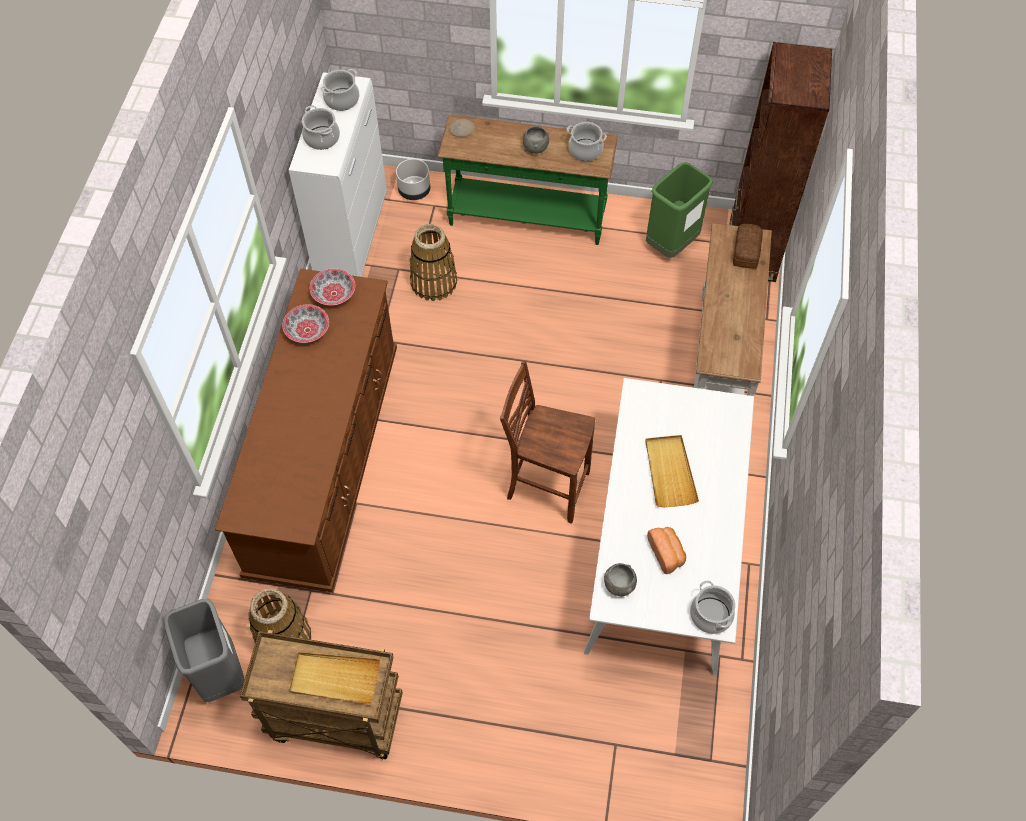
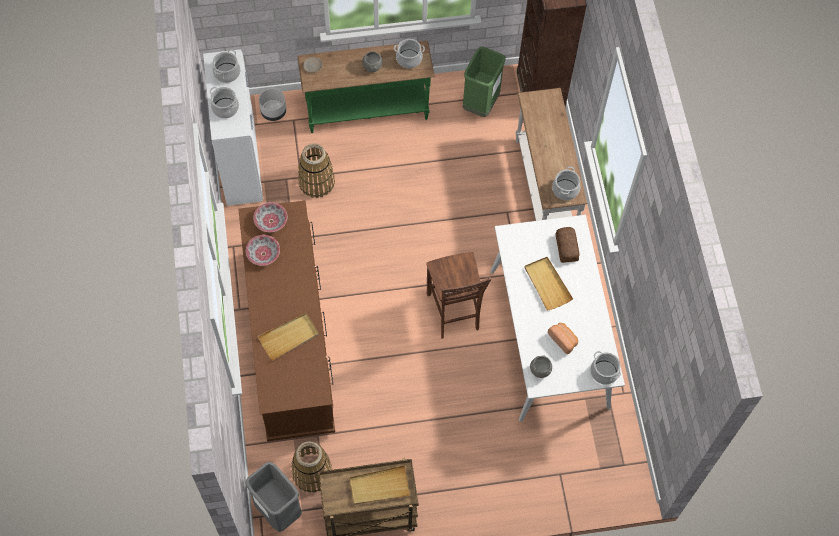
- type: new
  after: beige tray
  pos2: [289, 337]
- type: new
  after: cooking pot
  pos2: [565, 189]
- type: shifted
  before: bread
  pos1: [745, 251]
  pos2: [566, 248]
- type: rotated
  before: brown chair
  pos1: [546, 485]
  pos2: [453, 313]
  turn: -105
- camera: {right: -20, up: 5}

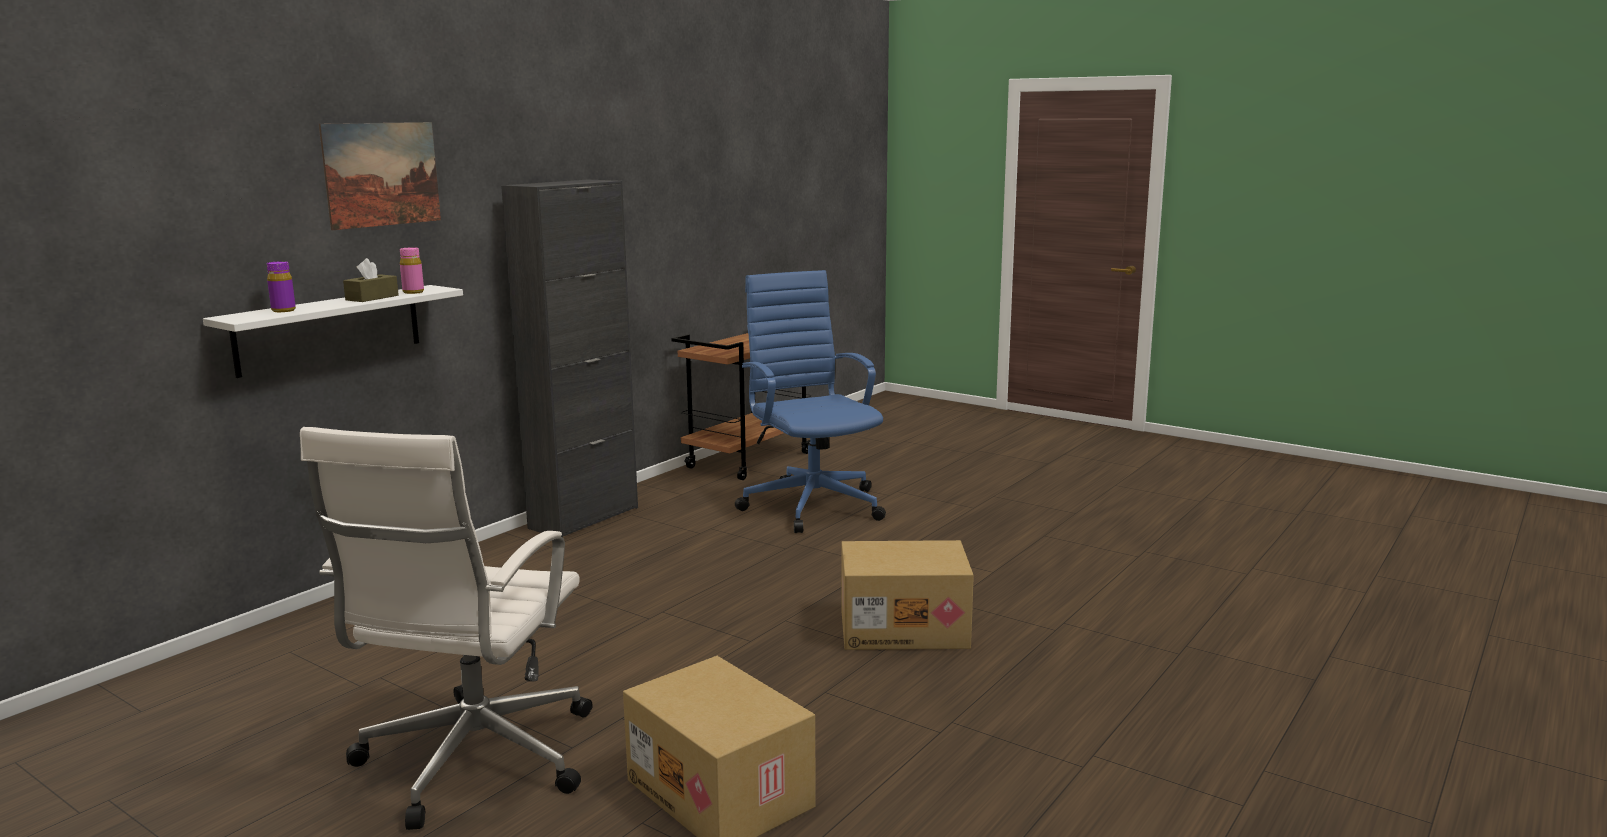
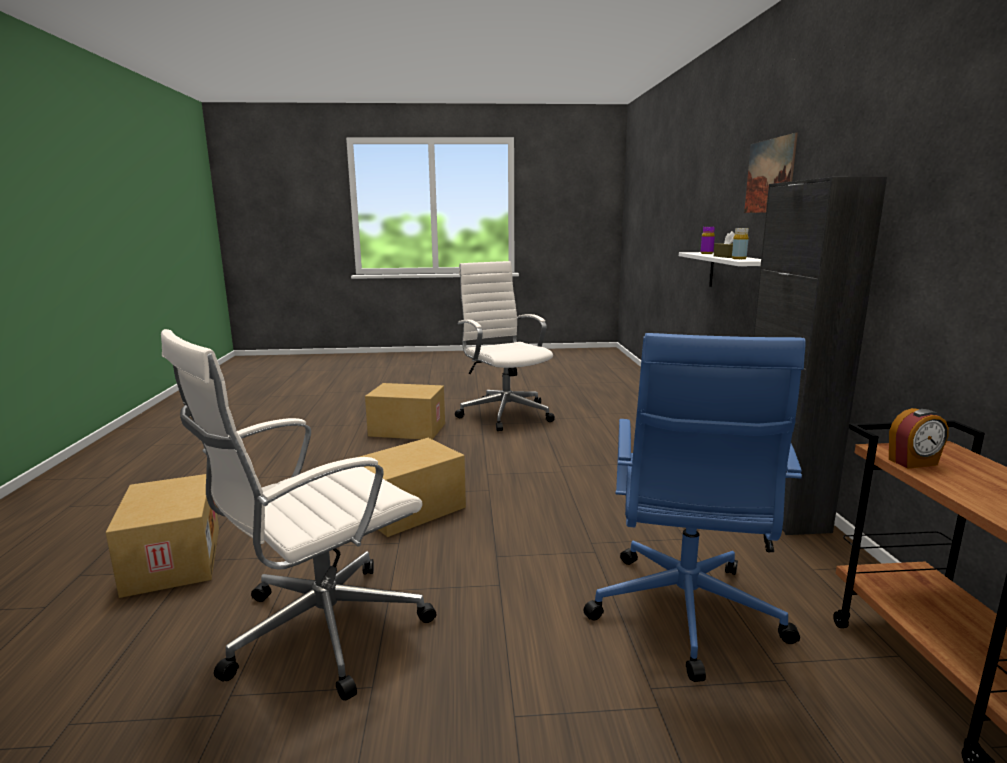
- type: new
  after: cardboard box
  pos2: [171, 560]
- type: new
  after: white office chair
  pos2: [319, 631]
- type: new
  after: alarm clock
  pos2: [913, 462]
- type: repainted
  before: pink bottle
  after: yellow bottle
  pos1: [413, 292]
  pos2: [739, 258]
- type: rotated
  before: blue office chair
  pos1: [812, 505]
  pos2: [684, 615]
  turn: 75
- camera: {right: 140, up: 0}

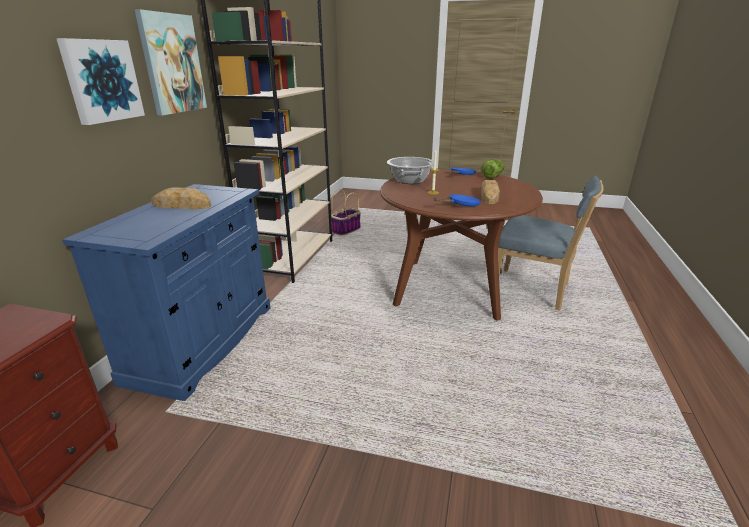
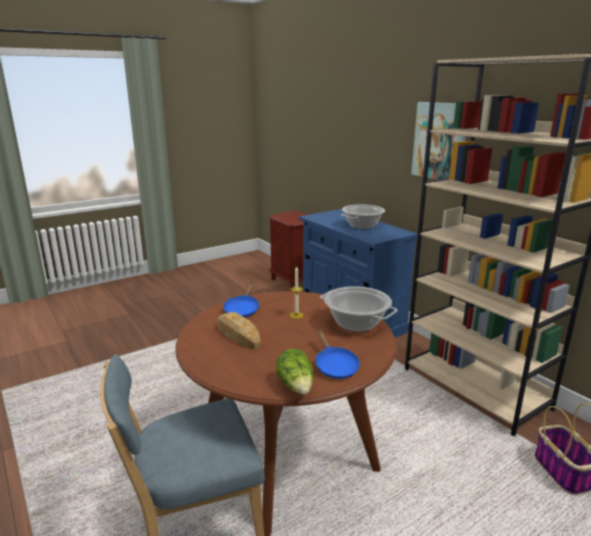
- type: gone
  before: picture
  pos1: [101, 81]
- type: swapped
  before: bread
  after: cooking pot
  pos1: [182, 205]
  pos2: [362, 226]
- camera: {right: 130, up: -5}

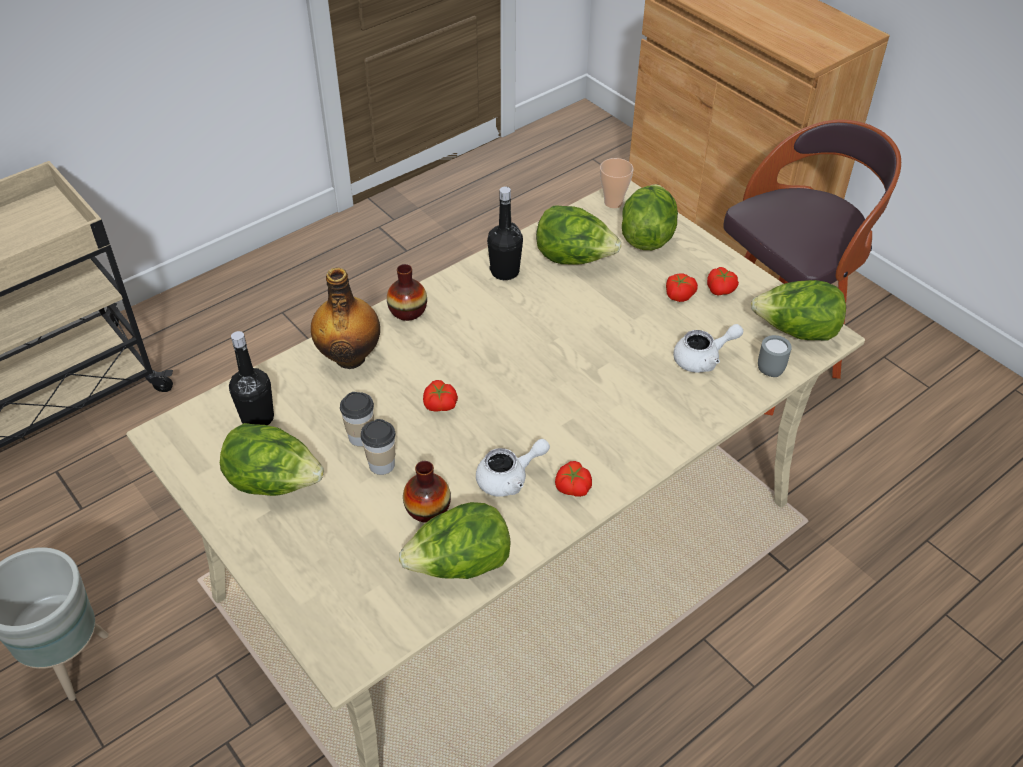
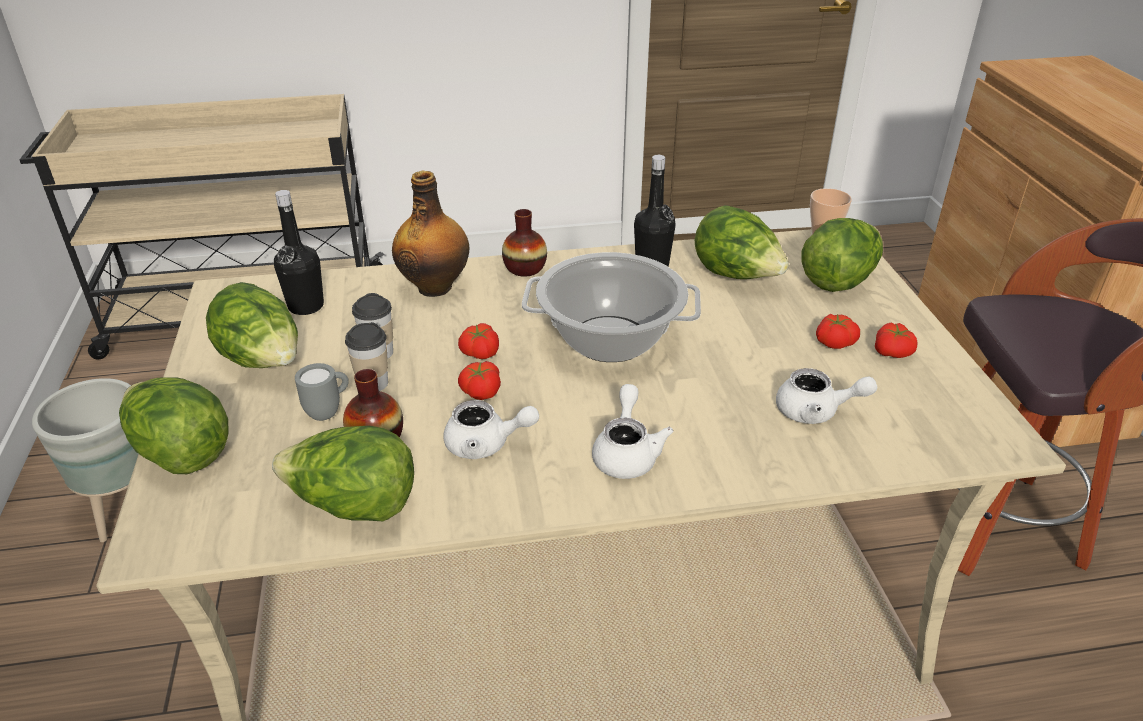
- type: new
  after: cooking pot
  pos2: [611, 339]
- type: new
  after: white teapot
  pos2: [627, 453]
- type: shifted
  before: tomato
  pos1: [572, 487]
  pos2: [480, 392]
- type: shifted
  before: lettuce
  pos1: [795, 332]
  pos2: [181, 453]
- type: shifted
  before: grey mug
  pos1: [771, 368]
  pos2: [328, 411]
- camera: {right: 30, up: -10}

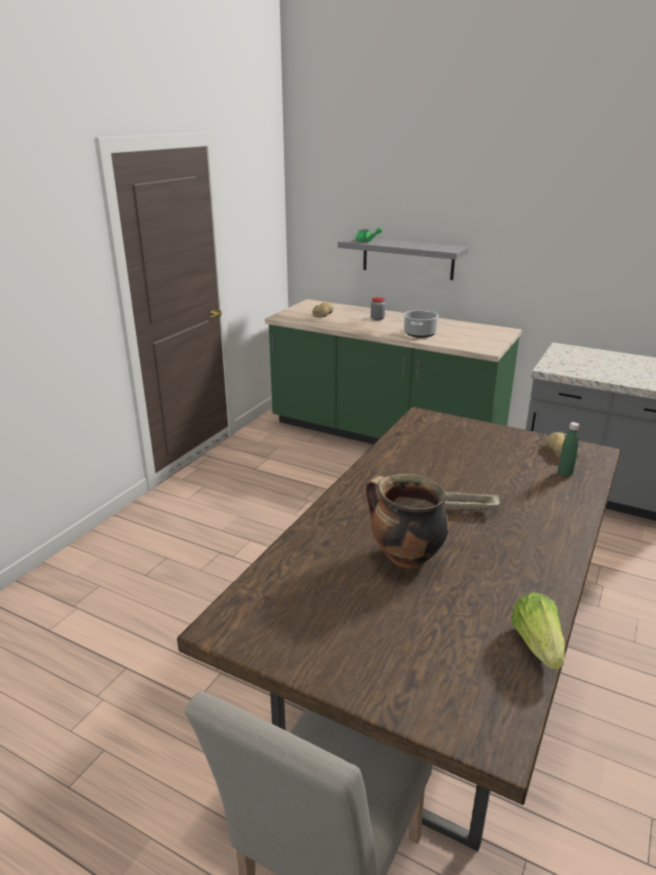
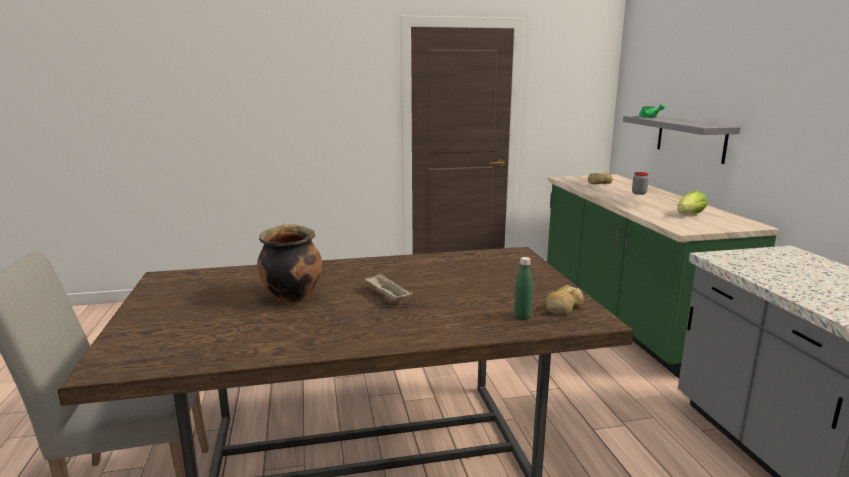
- type: gone
  before: cooking pot
  pos1: [419, 333]
- type: shifted
  before: lettuce
  pos1: [537, 645]
  pos2: [689, 215]
- camera: {right: 50, up: -10}

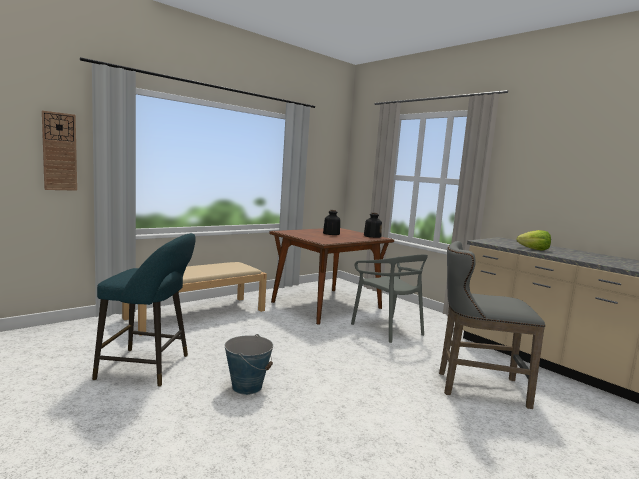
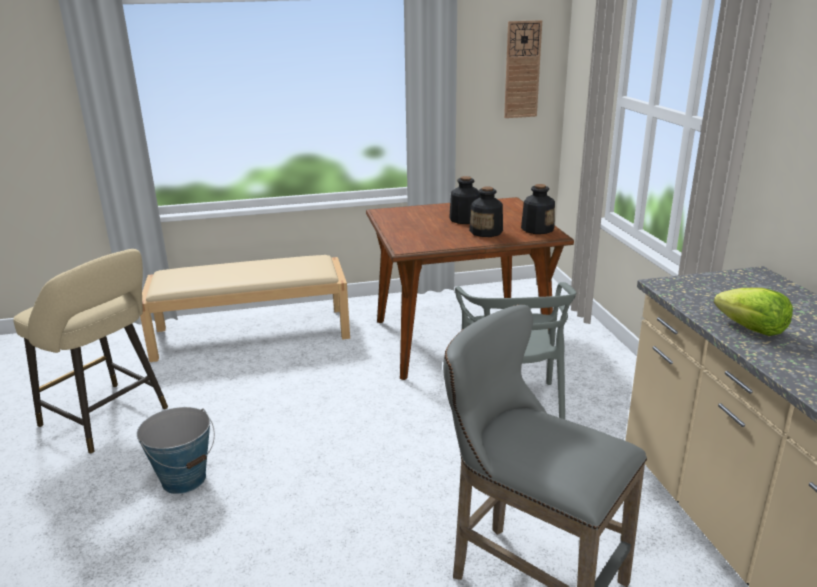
- type: new
  after: bottle
  pos2: [486, 232]
- type: shifted
  before: wall clock
  pos1: [59, 151]
  pos2: [522, 70]
- type: repainted
  before: turquoise stool
  after: beige stool
  pos1: [148, 368]
  pos2: [108, 419]
- camera: {right: 30, up: 15}

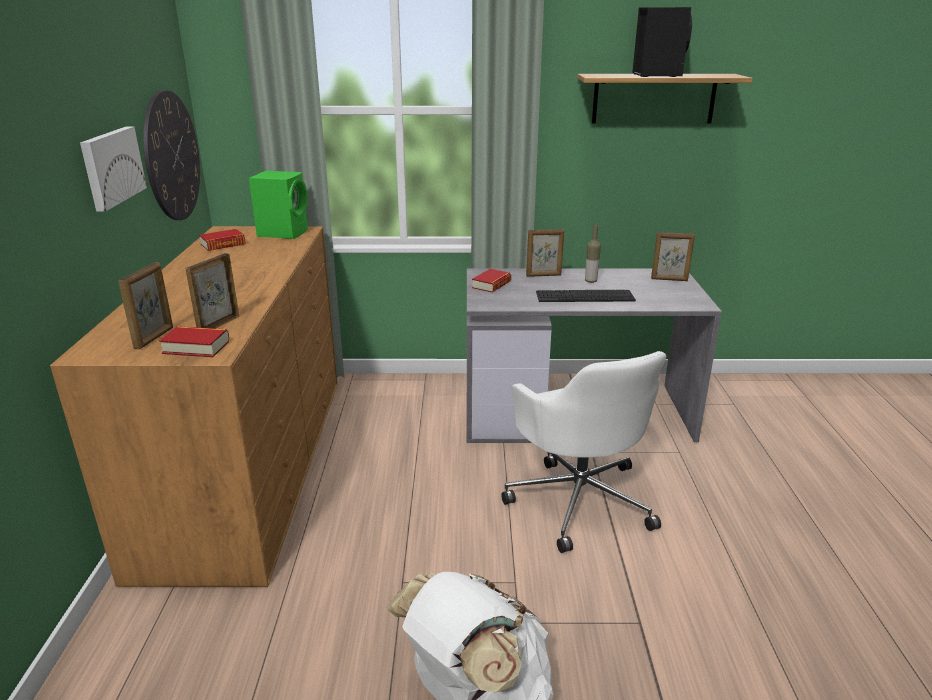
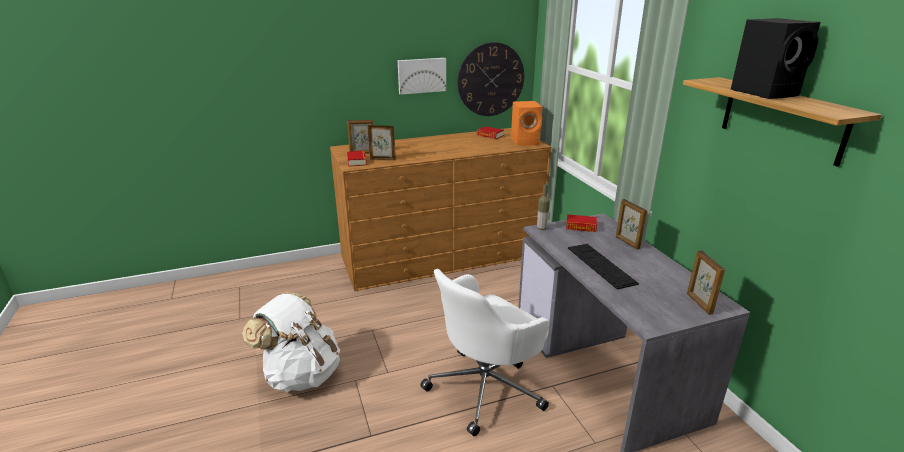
- type: shifted
  before: bottle
  pos1: [590, 281]
  pos2: [541, 228]
- type: repainted
  before: green speaker
  after: orange speaker
  pos1: [284, 232]
  pos2: [526, 141]
- camera: {right: 70, up: 0}

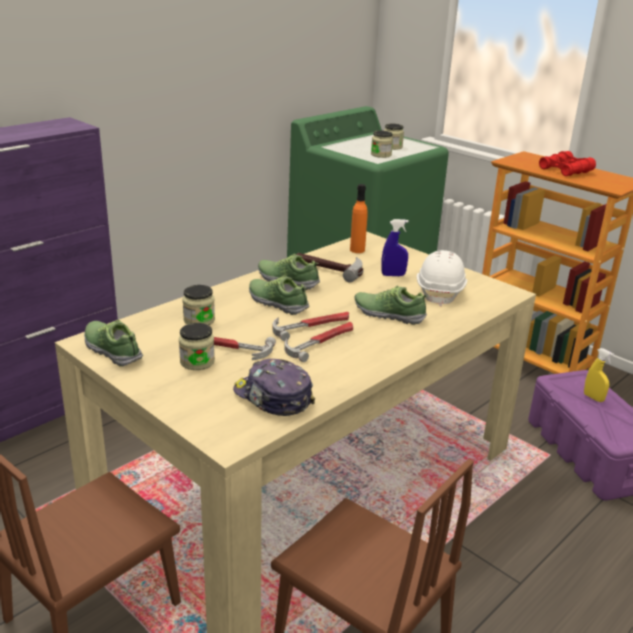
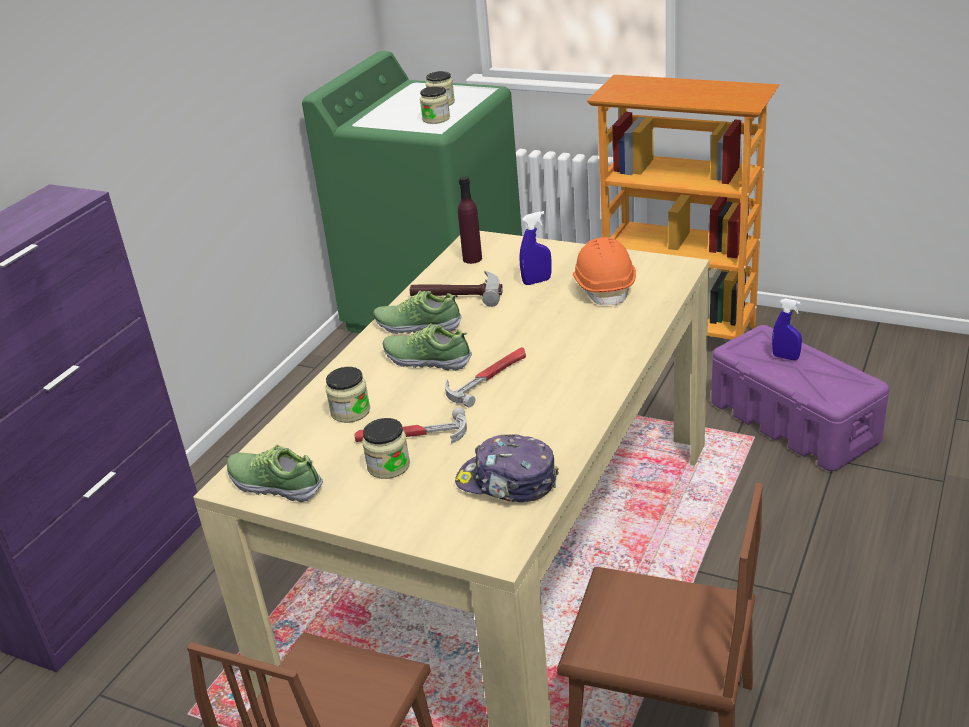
- type: gone
  before: hammer
  pos1: [320, 342]
- type: gone
  before: shoe
  pos1: [389, 314]
- type: gone
  before: red binoculars
  pos1: [565, 170]
- type: repainted
  before: orange bottle
  after: purple bottle
  pos1: [357, 250]
  pos2: [472, 259]
- type: repainted
  before: white hard hat
  after: orange hard hat
  pos1: [440, 291]
  pos2: [604, 288]
- type: repainted
  before: yellow spray bottle
  after: blue spray bottle
  pos1: [593, 398]
  pos2: [785, 357]
- camera: {right: -15, up: 5}

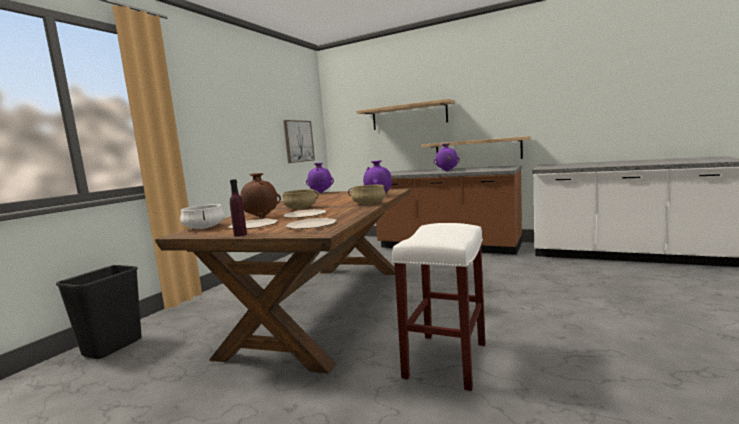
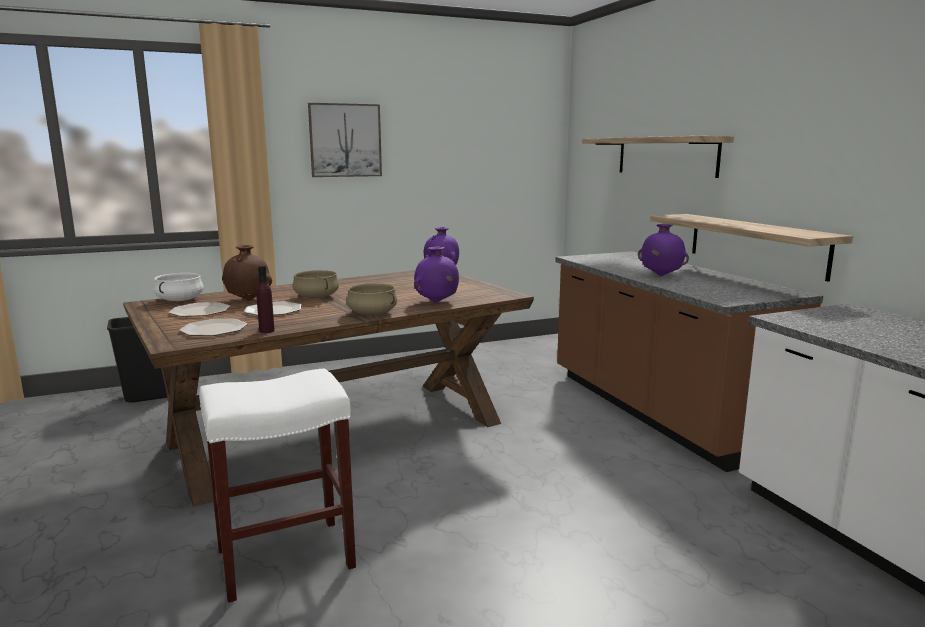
- type: shifted
  before: purple bottle
  pos1: [240, 235]
  pos2: [267, 331]
- type: shifted
  before: picture
  pos1: [298, 141]
  pos2: [345, 140]
- camera: {right: 40, up: 5}

